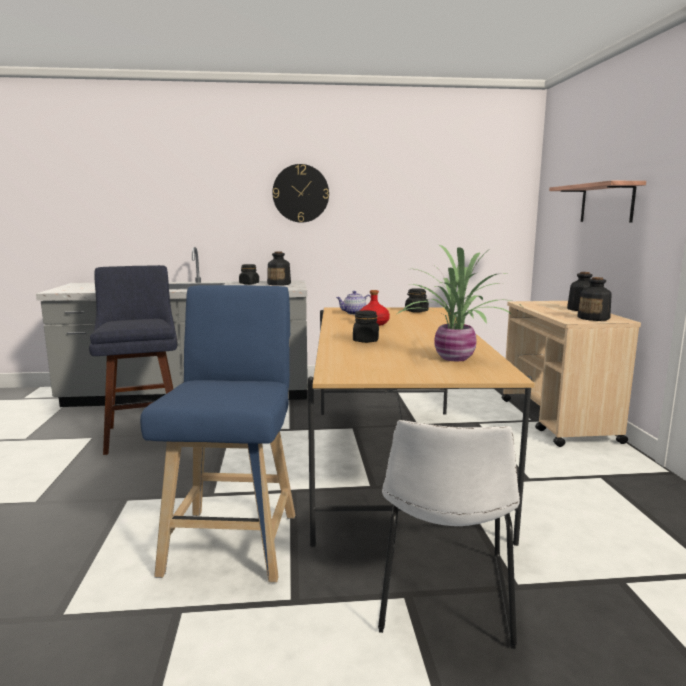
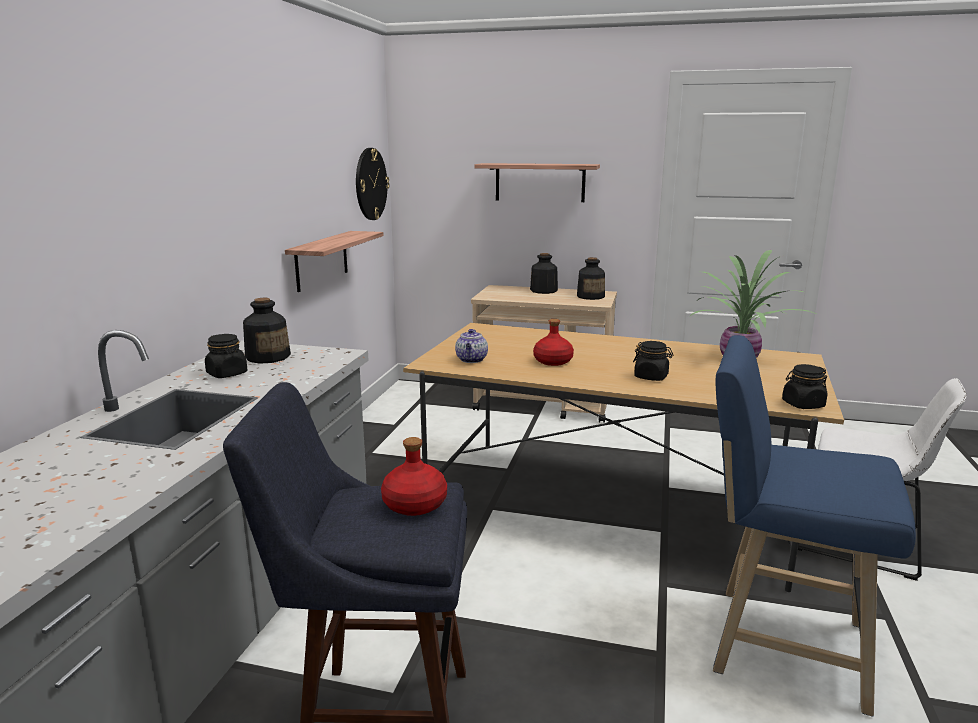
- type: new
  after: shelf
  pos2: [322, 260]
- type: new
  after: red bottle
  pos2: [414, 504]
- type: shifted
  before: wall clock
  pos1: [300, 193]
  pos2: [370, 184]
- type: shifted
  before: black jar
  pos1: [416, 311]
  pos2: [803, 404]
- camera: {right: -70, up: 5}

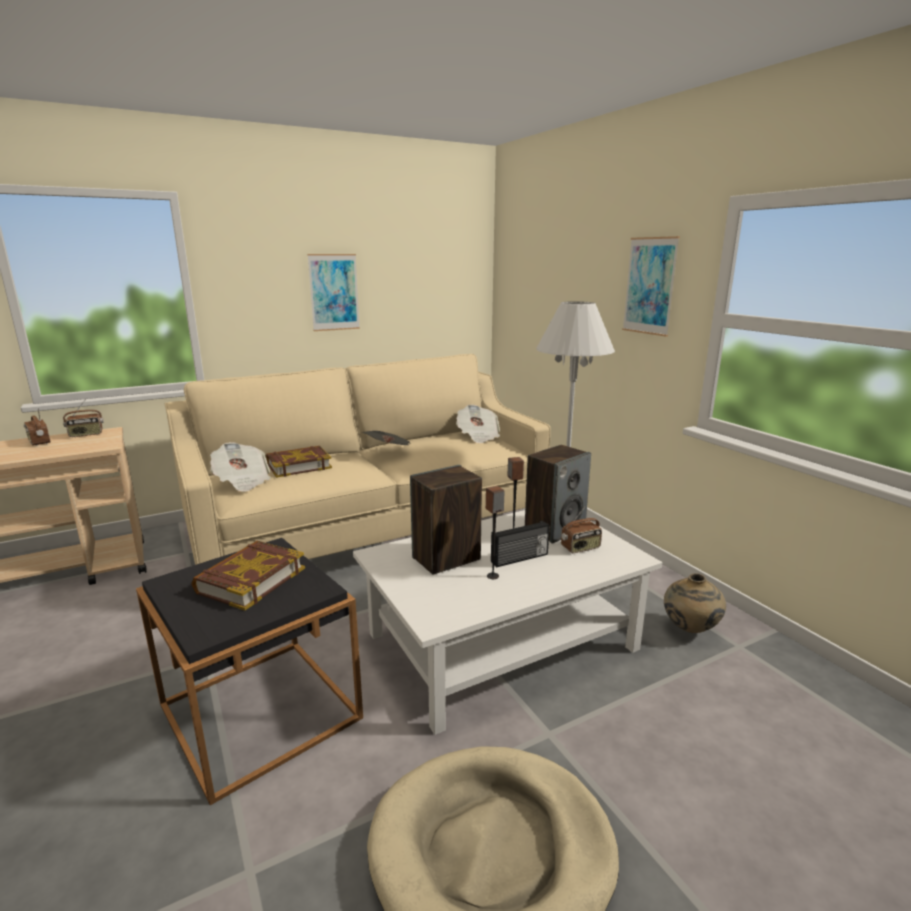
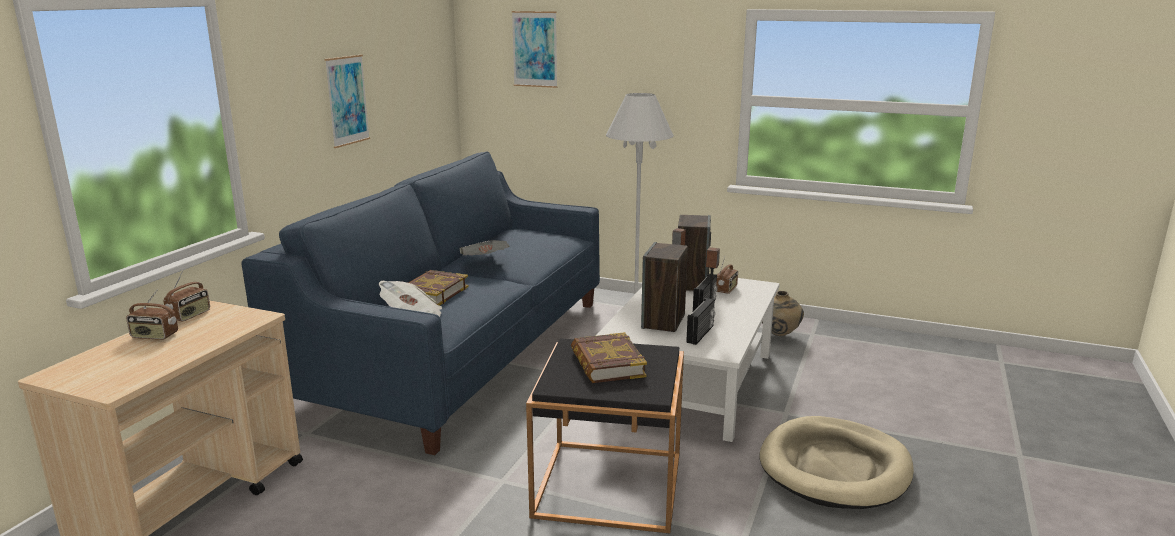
- type: gone
  before: newspaper
  pos1: [478, 436]
- type: new
  after: radio
  pos2: [701, 334]
- type: shifted
  before: picture
  pos1: [649, 286]
  pos2: [535, 49]
- type: repainted
  before: beige sofa
  after: blue sofa
  pos1: [369, 529]
  pos2: [458, 353]
- camera: {right: -40, up: 0}

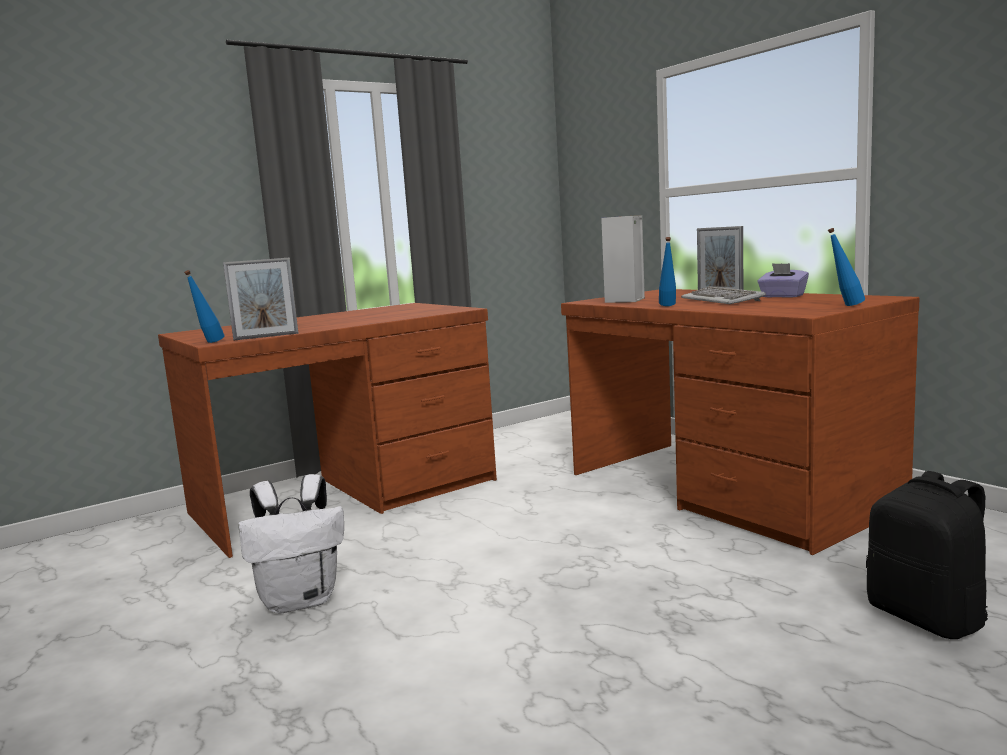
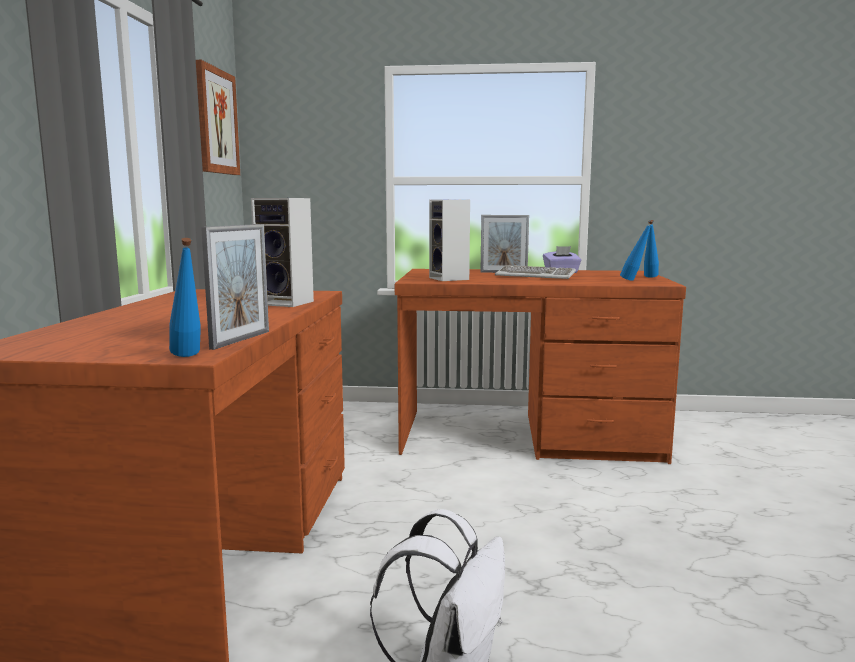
- type: gone
  before: black backpack
  pos1: [927, 617]
- type: new
  after: picture
  pos2: [216, 121]
- type: new
  after: speaker
  pos2: [287, 303]
- type: shifted
  before: blue bottle
  pos1: [668, 306]
  pos2: [634, 280]
- camera: {right: -50, up: 0}

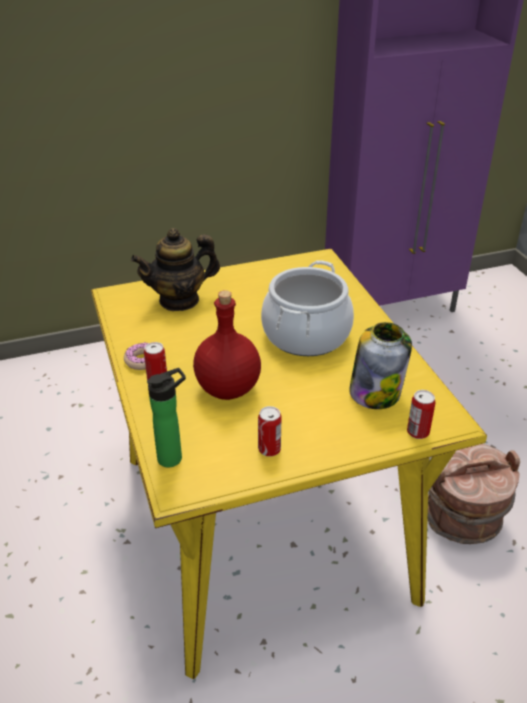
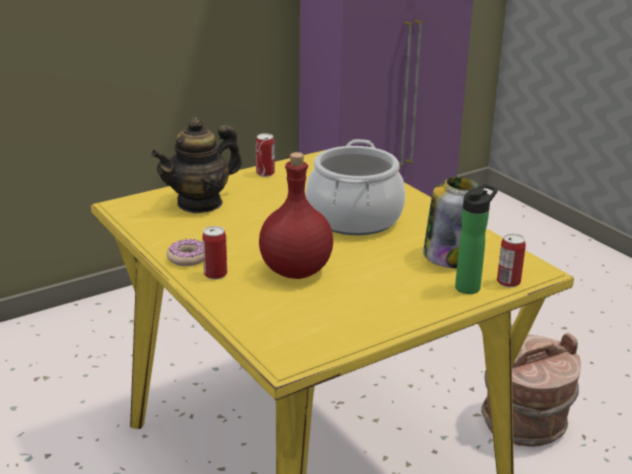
- type: shifted
  before: bottle
  pos1: [173, 457]
  pos2: [470, 286]
- type: shifted
  before: can
  pos1: [269, 449]
  pos2: [265, 173]
- camera: {right: -15, up: -10}

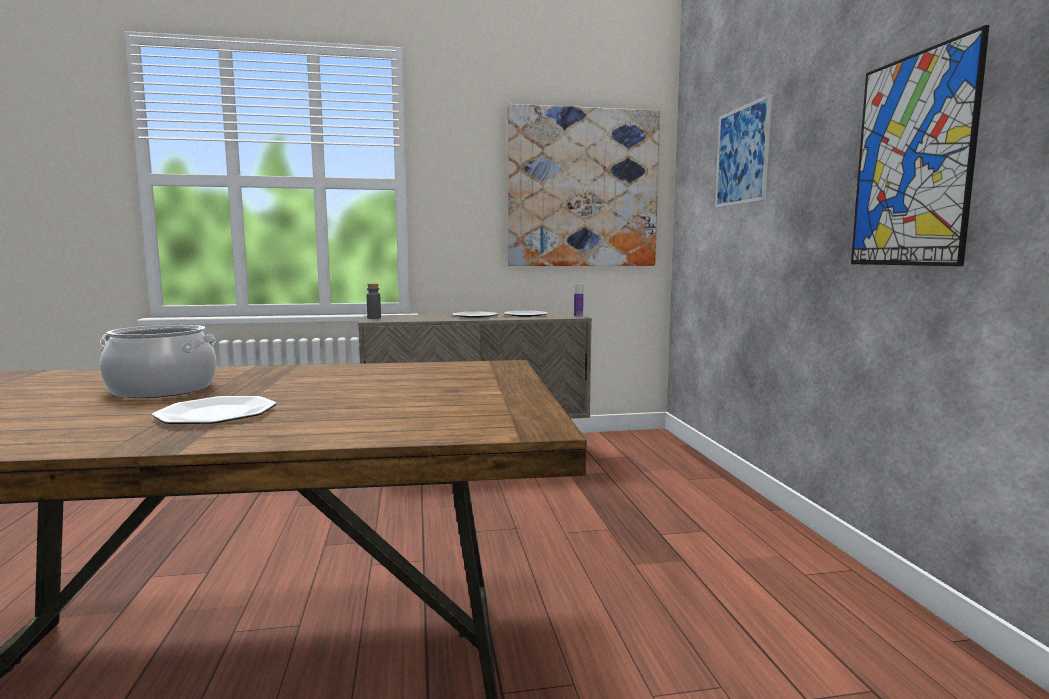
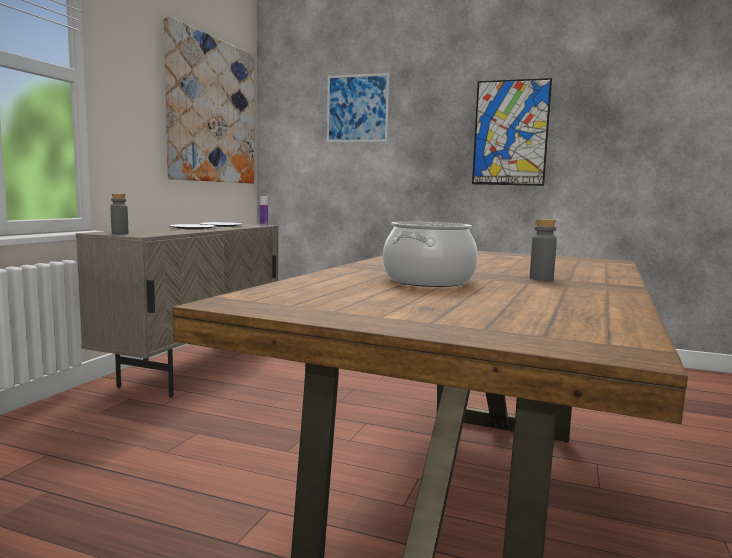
- type: swapped
  before: plate
  after: grey bottle
  pos1: [216, 414]
  pos2: [541, 279]
- camera: {right: -60, up: 0}

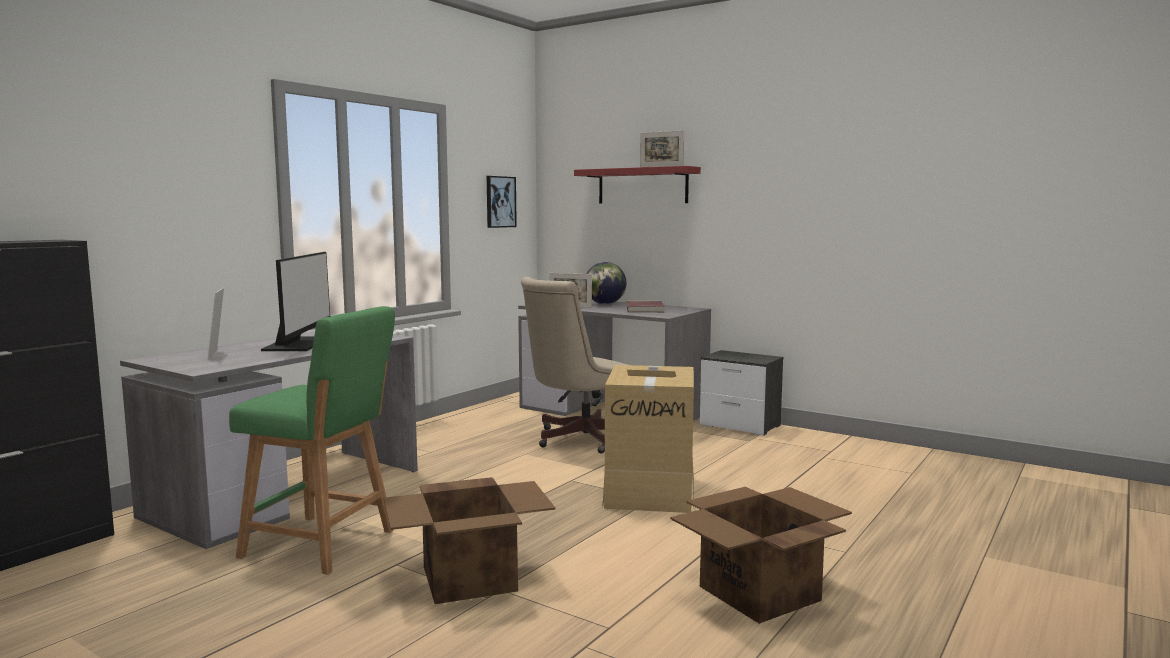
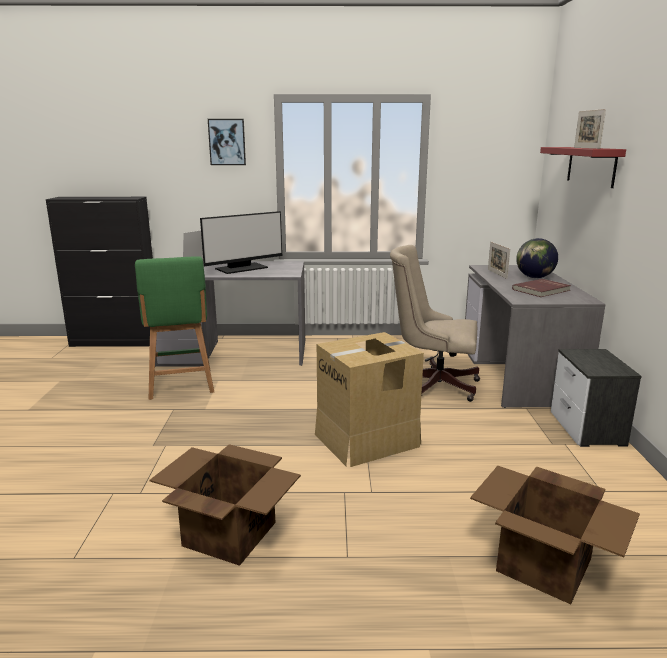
- type: shifted
  before: cardboard box
  pos1: [471, 578]
  pos2: [545, 566]
- type: shifted
  before: picture
  pos1: [500, 202]
  pos2: [227, 142]
- camera: {right: 55, up: 10}

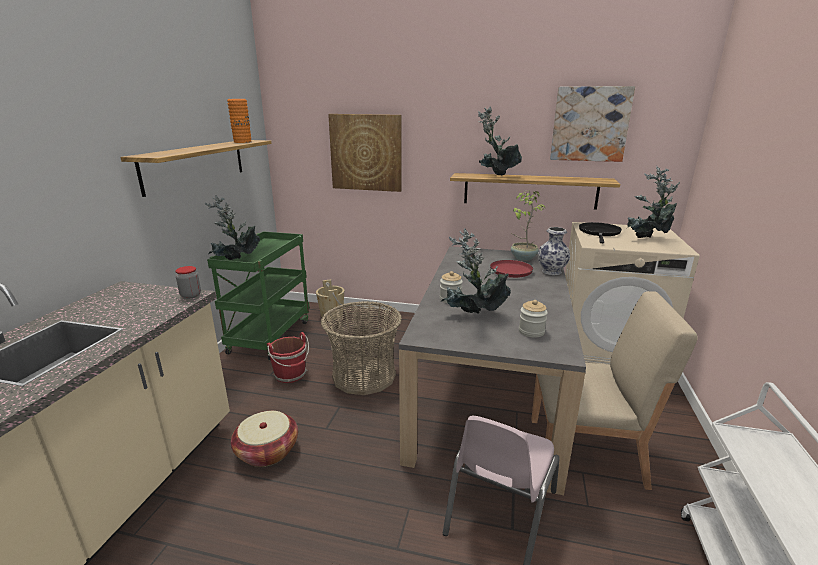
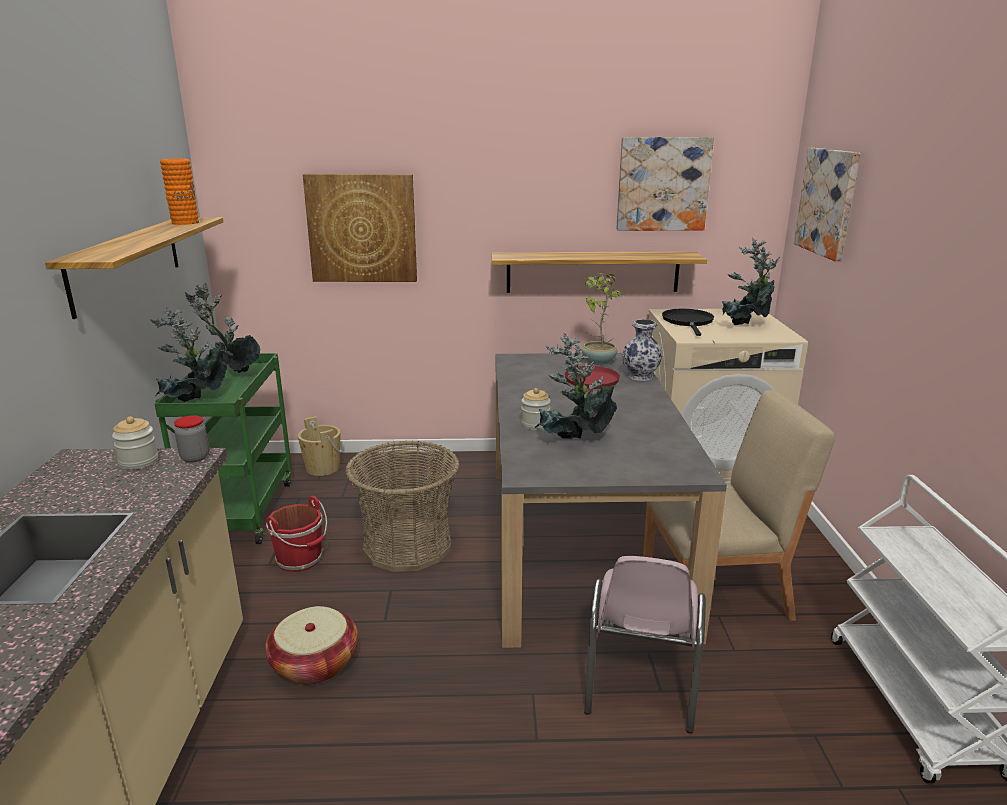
- type: new
  after: picture
  pos2: [828, 202]
- type: shifted
  before: potted plant
  pos1: [495, 176]
  pos2: [233, 375]
- type: shifted
  before: jar
  pos1: [531, 331]
  pos2: [139, 462]
- camera: {right: -15, up: 0}

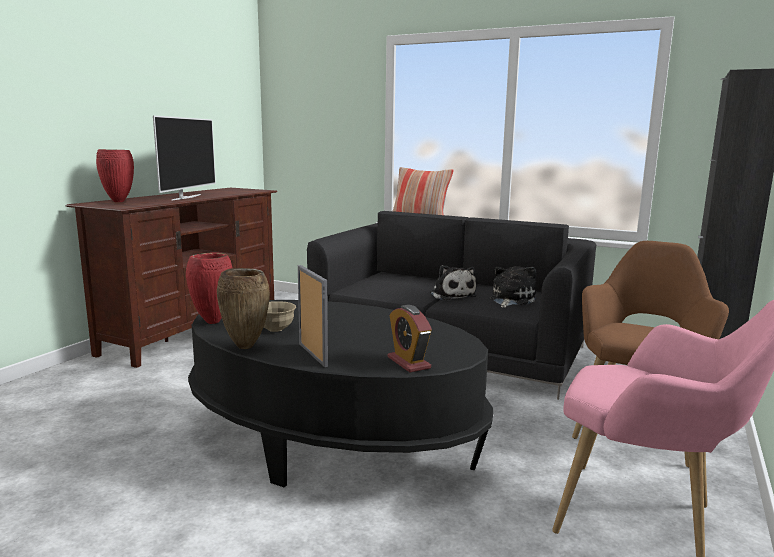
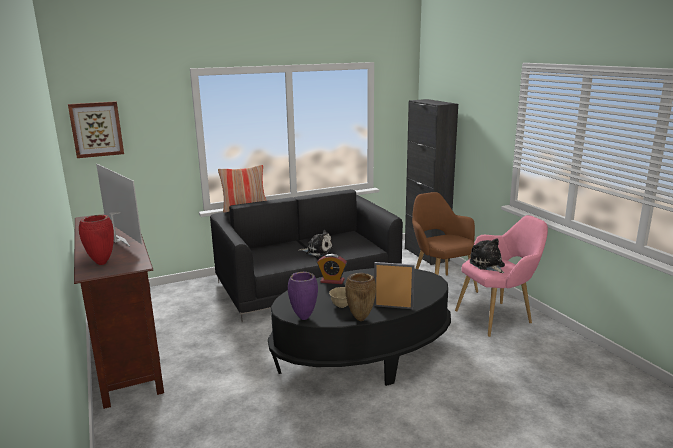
- type: new
  after: picture
  pos2: [96, 129]
- type: shifted
  before: alarm clock
  pos1: [408, 362]
  pos2: [332, 281]
- type: shifted
  before: plush toy
  pos1: [510, 299]
  pos2: [487, 265]
- type: repainted
  before: red vase
  after: purple vase
  pos1: [212, 322]
  pos2: [303, 318]
- camera: {right: -50, up: 5}

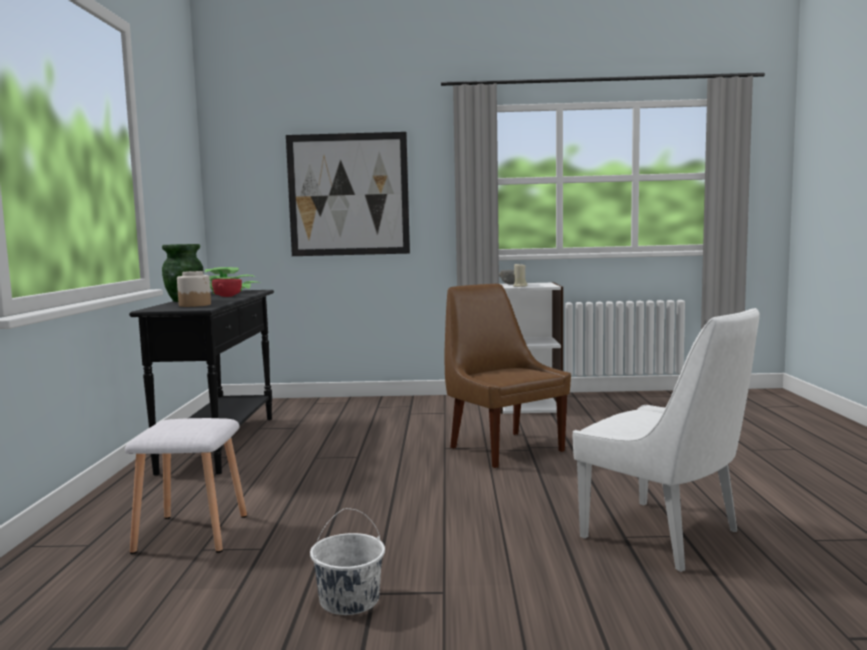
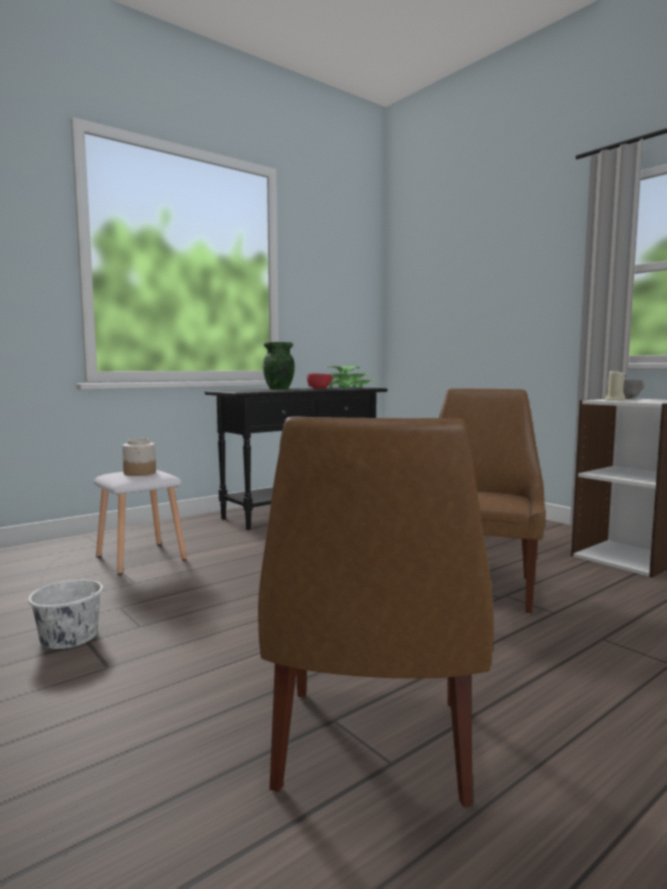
- type: gone
  before: picture
  pos1: [348, 194]
- type: shifted
  before: jar
  pos1: [195, 305]
  pos2: [140, 473]
- type: repainted
  before: white chair
  after: brown chair
  pos1: [665, 536]
  pos2: [372, 748]
- camera: {right: 50, up: 0}

